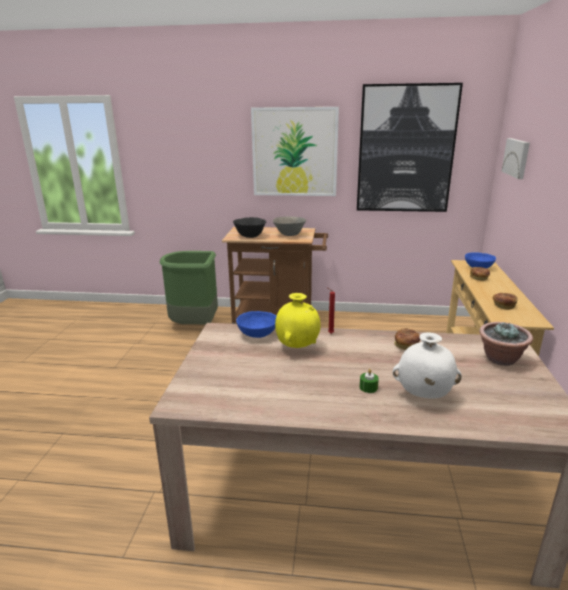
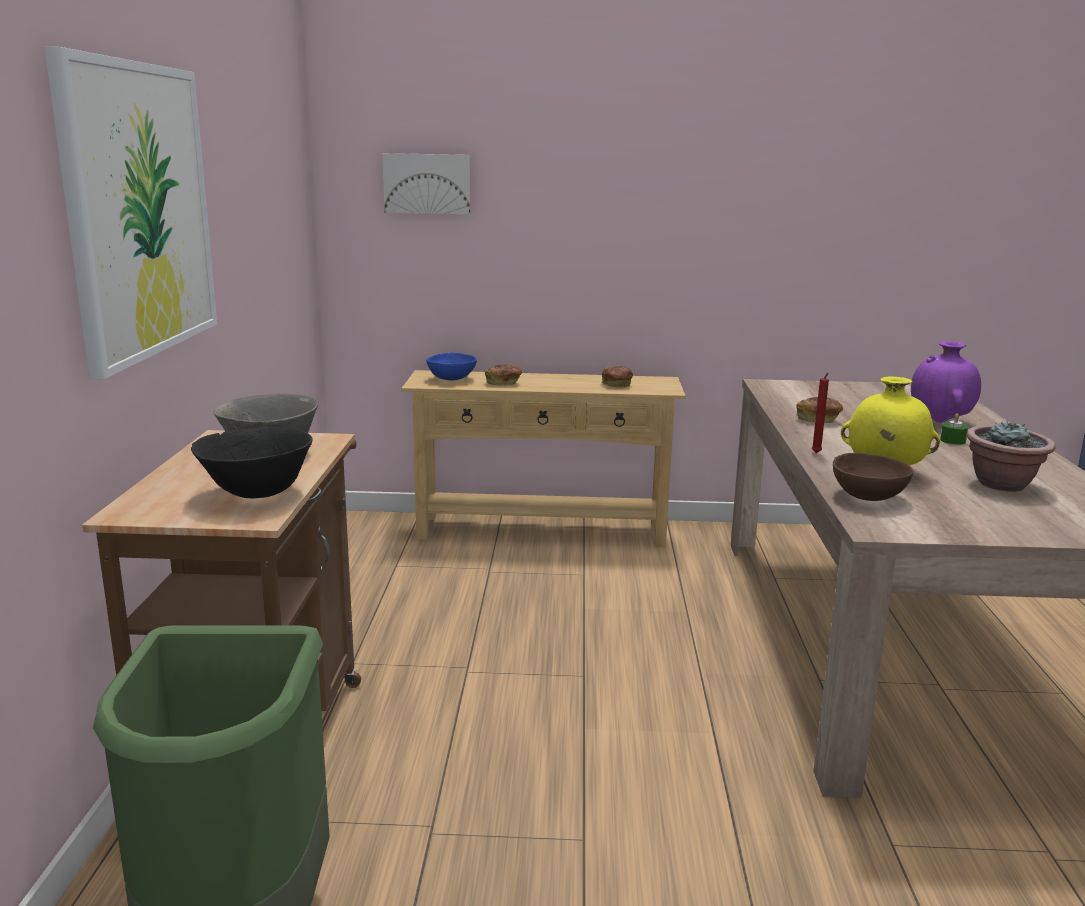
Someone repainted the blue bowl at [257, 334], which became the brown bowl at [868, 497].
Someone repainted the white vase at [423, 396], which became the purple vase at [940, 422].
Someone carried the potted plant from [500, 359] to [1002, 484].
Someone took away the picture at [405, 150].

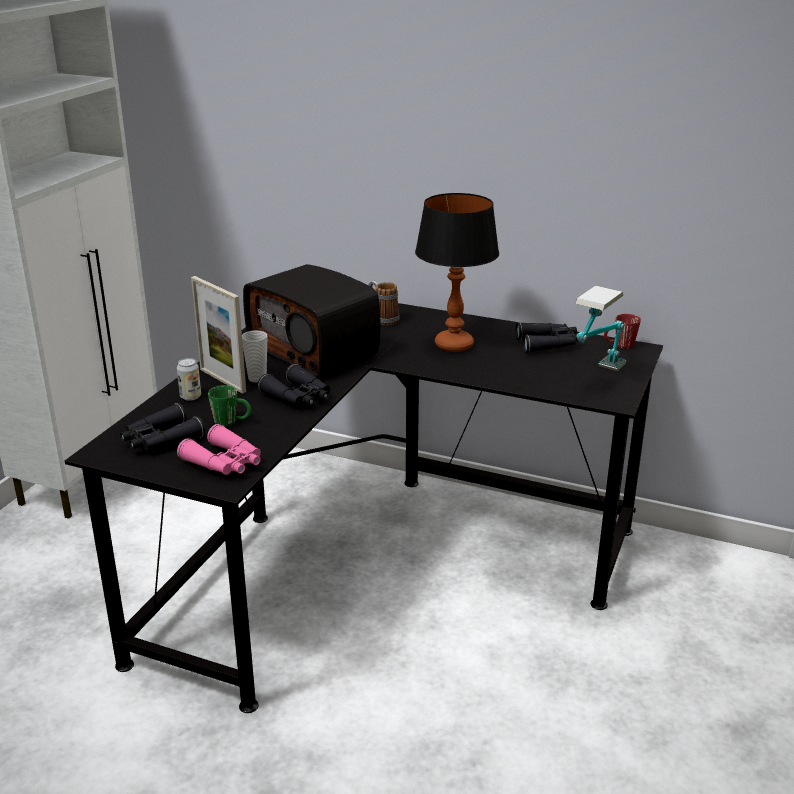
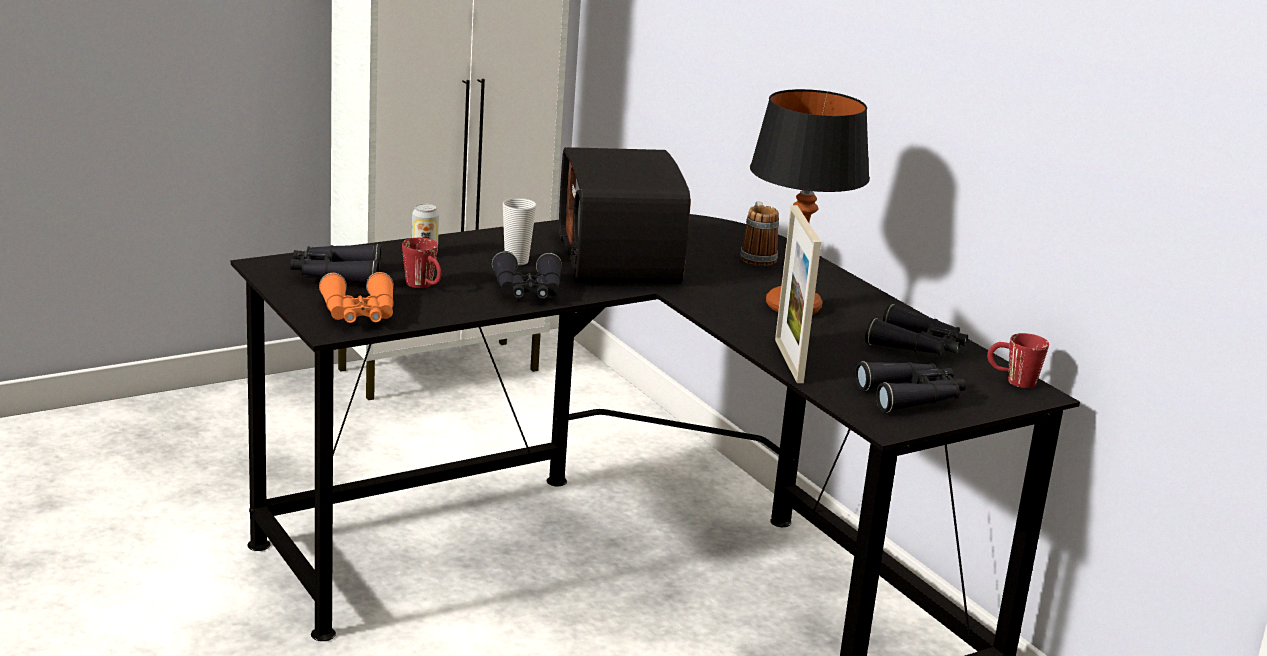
Someone repainted the pink binoculars at [225, 463], which became the orange binoculars at [359, 314].
Someone repainted the green mug at [232, 422], which became the red mug at [424, 286].
Someone carried the picture frame from [222, 380] to [788, 360].
Someone swapped the table lamp at [597, 377] for the black binoculars at [912, 397].

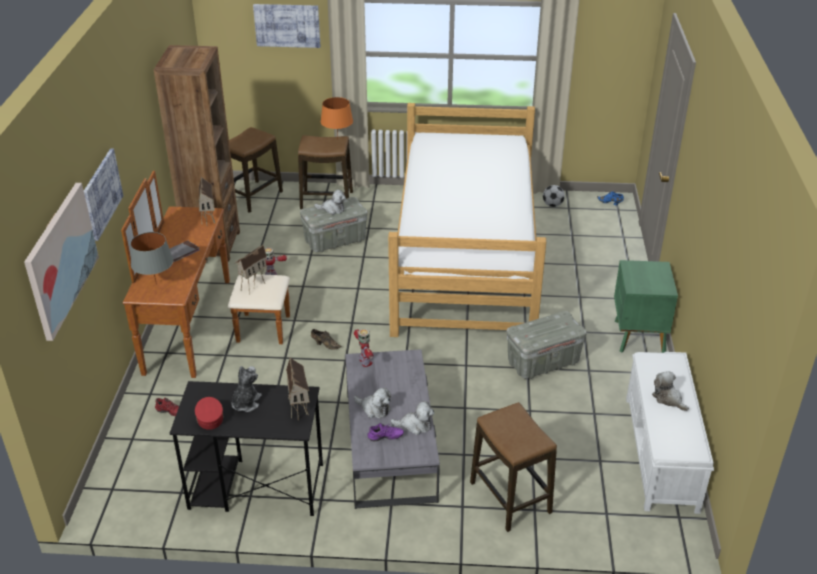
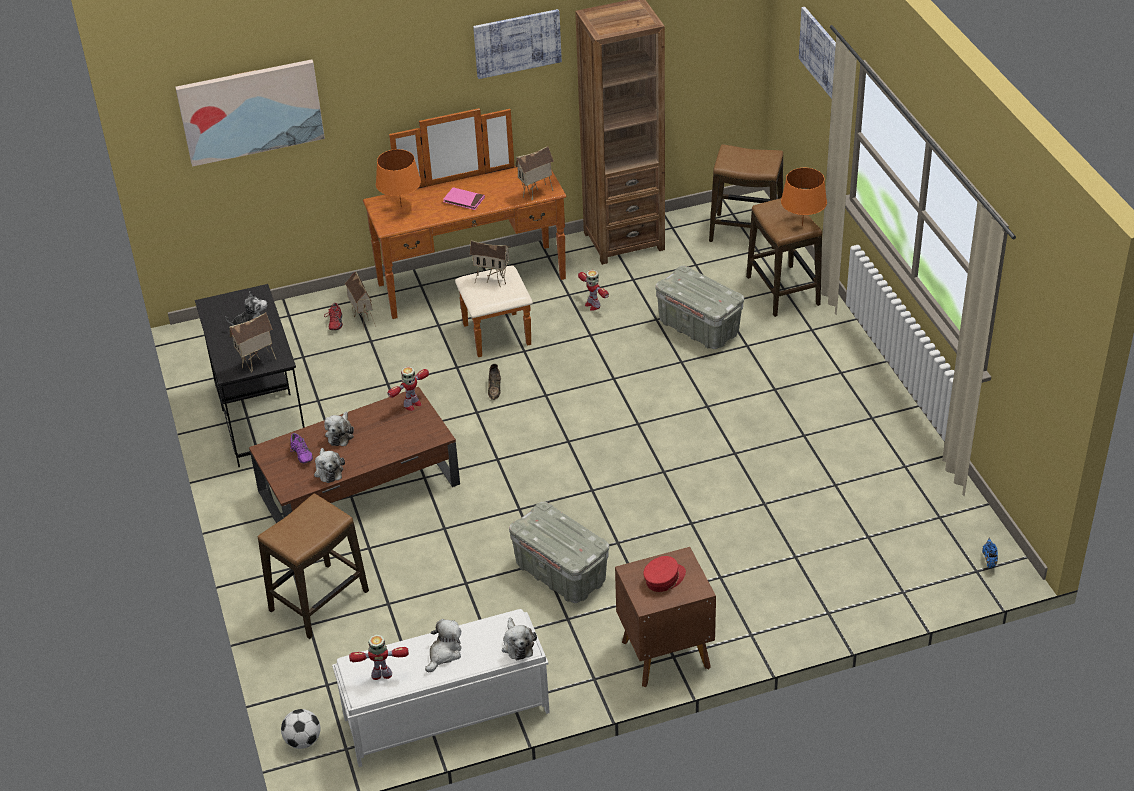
Someone repainted the grey coffee table at [390, 443], which became the brown coffee table at [360, 487].
Someone carried the football from [552, 205] to [303, 741].
Someone put down the toy house at [362, 320].
Someone put down the toy robot at [382, 674].
Someone repainted the grey table lamp at [156, 284], which became the orange table lamp at [401, 207].
Someone repainted the grey book at [181, 252], which became the pink book at [464, 200].
Someone carried the picture from [102, 193] to [517, 43].
Someone carried the plush toy from [332, 209] to [517, 645].
Someone repainted the green nightstand at [638, 337], which became the brown nightstand at [664, 653].
Someone carried the red cap from [209, 417] to [664, 579].
Someone took away the bed at [466, 260].

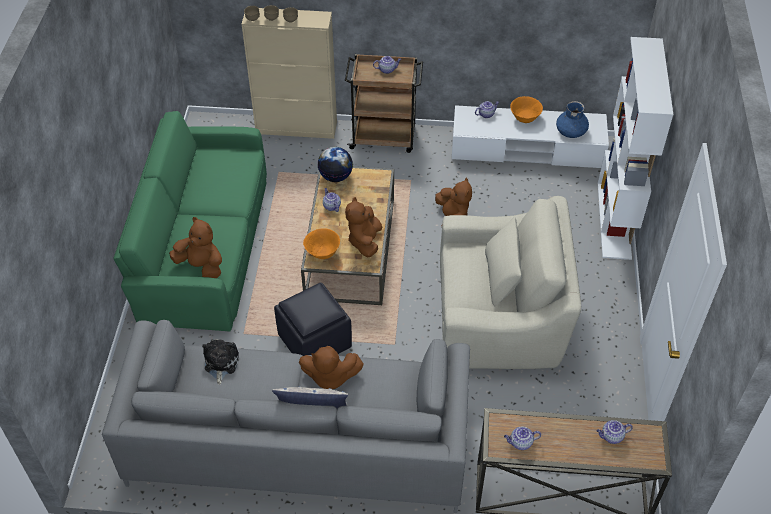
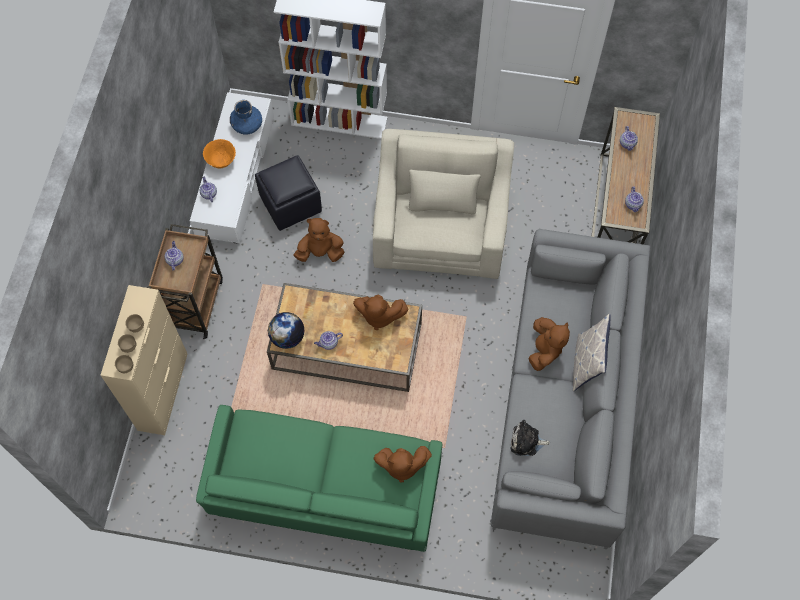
Someone carried the black ottoman from [314, 341] to [290, 204].
Someone rotated the brown plush toy at [201, 266] by 120 degrees counterclockwise.
Someone took away the orange bowl at [322, 253].

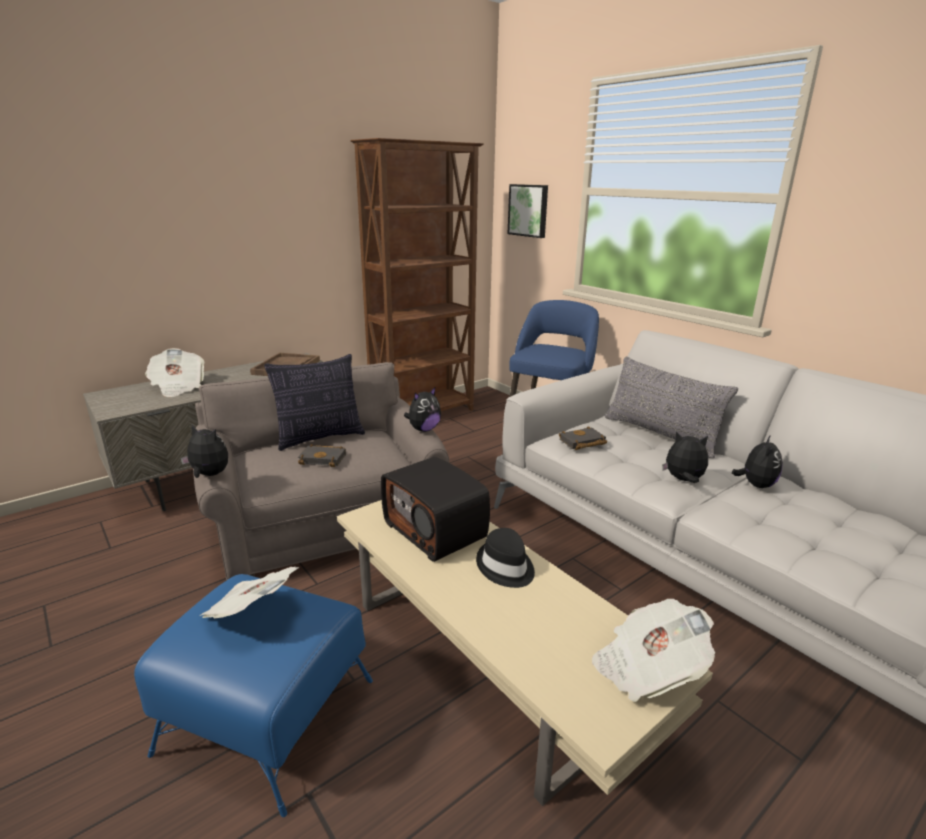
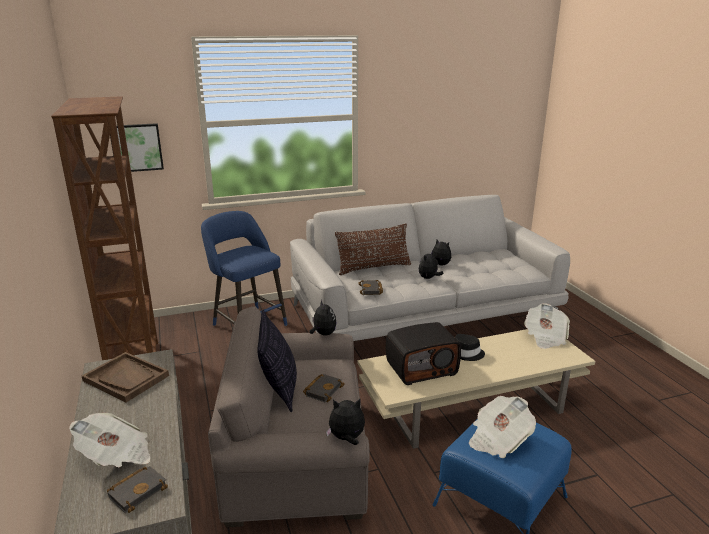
Someone put down the black book at [138, 490].
Someone rotated the plush toy at [209, 475] by 45 degrees clockwise.
Someone repainted the grey pillow at [660, 434], which became the brown pillow at [373, 268].

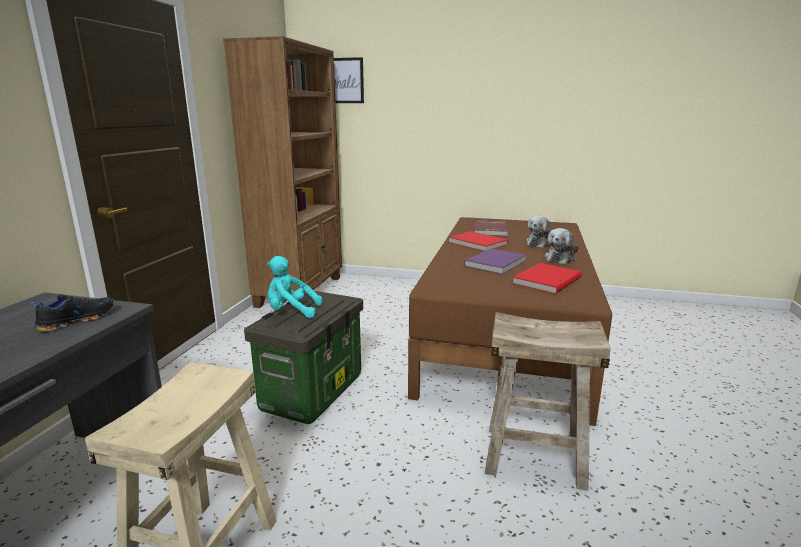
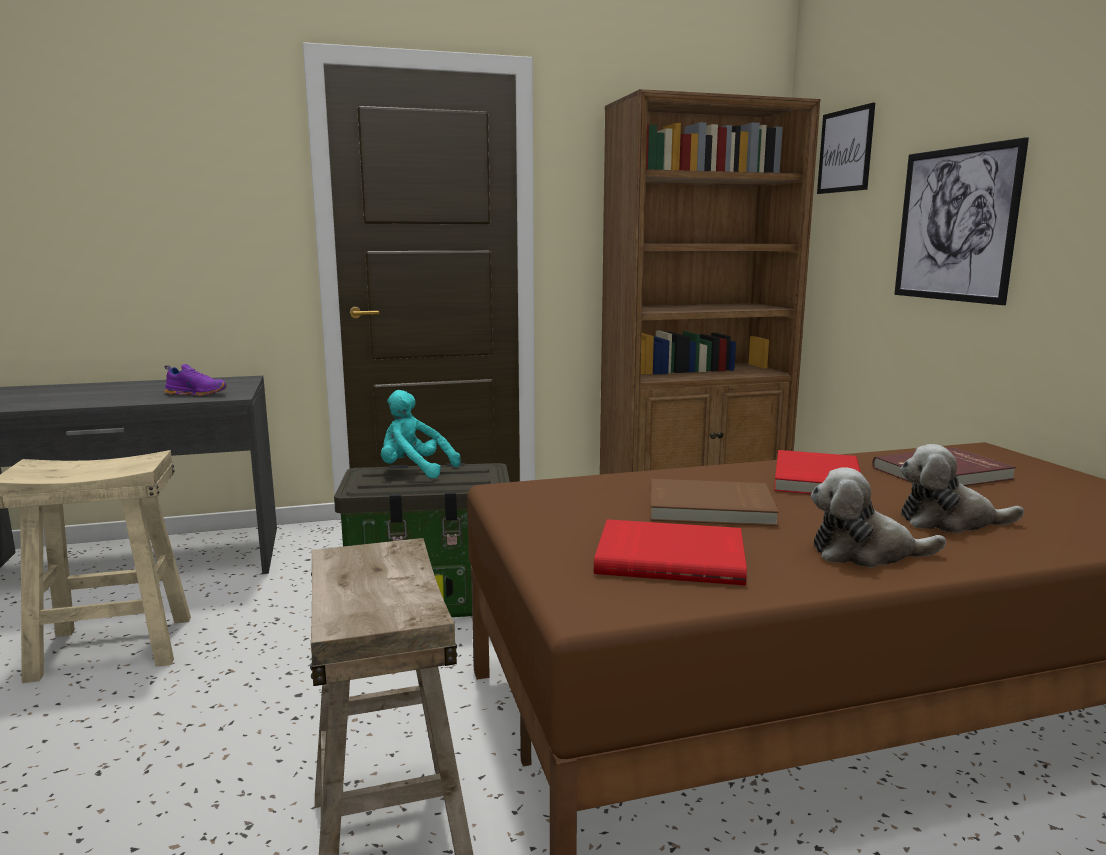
Someone repainted the black shoe at [76, 320], which became the purple shoe at [197, 394].
Someone rotated the turquoise plush toy at [291, 312] by 45 degrees counterclockwise.
Someone repainted the purple book at [496, 263], which became the brown book at [710, 508].
Someone put up the picture at [955, 224].

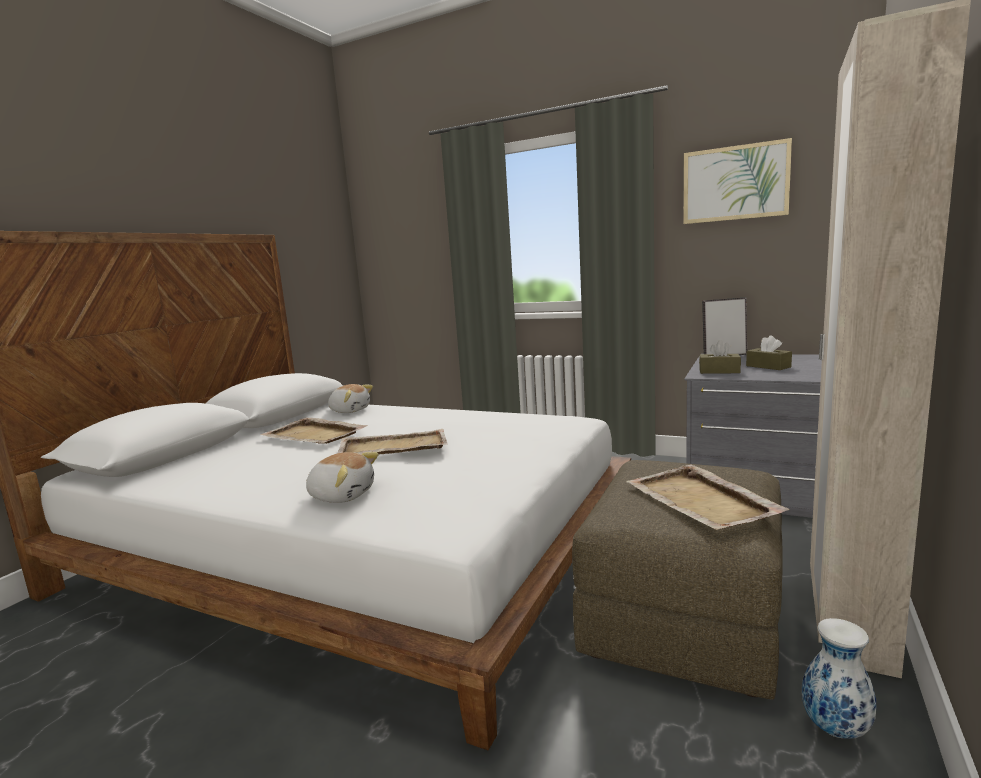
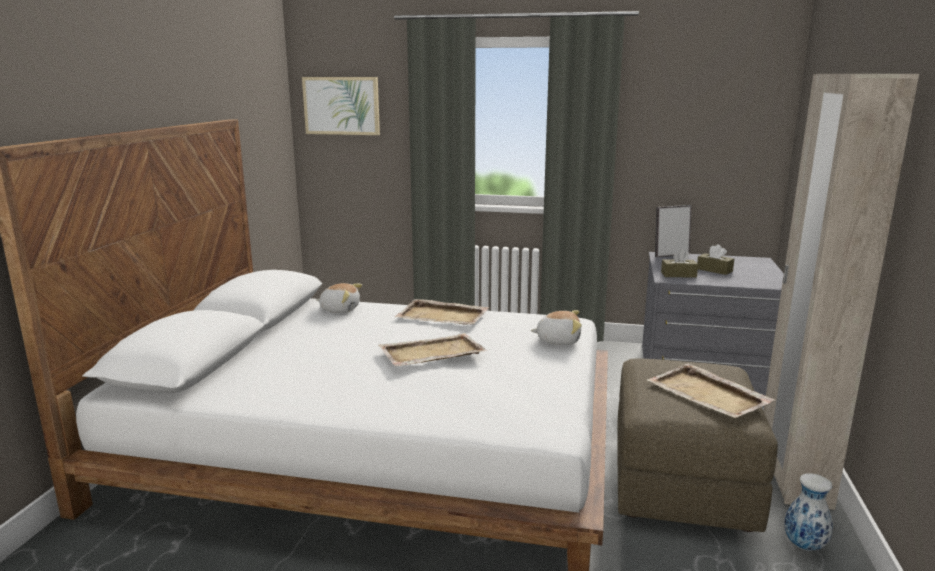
Someone carried the picture from [735, 183] to [341, 106].
Someone carried the beige tray from [315, 435] to [443, 316].
Someone carried the plush toy from [342, 495] to [558, 340].

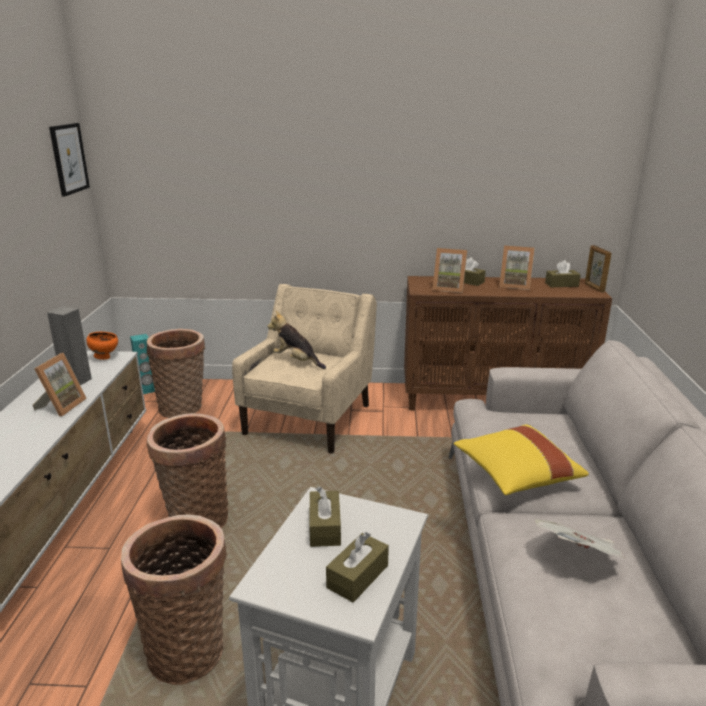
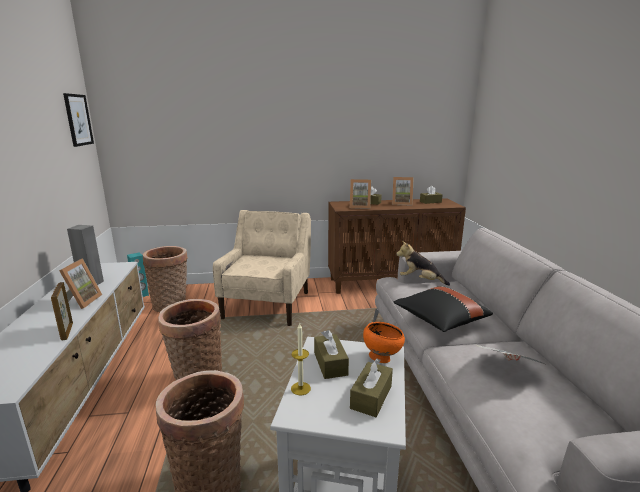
Someone carried the picture frame from [594, 288] to [67, 331].
Someone put down the candle at [300, 388].
Someone carried the orange bowl from [104, 357] to [381, 358].
Someone repainted the yellow pillow at [516, 474], which became the black pillow at [440, 320].
Someone carried the plush toy from [296, 361] to [420, 281].

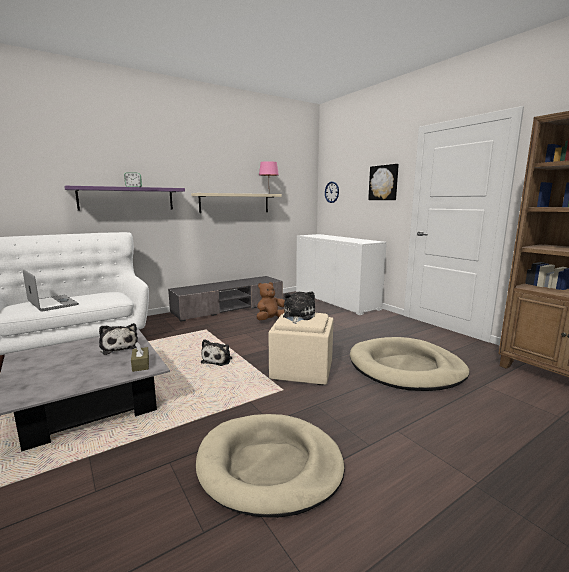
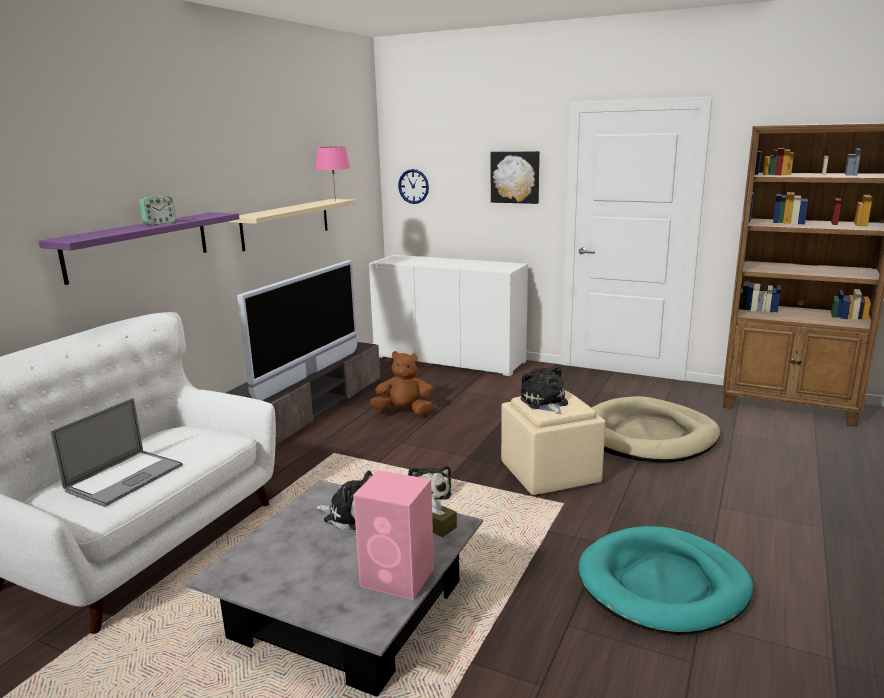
Someone rotated the laptop at [52, 303] by 105 degrees clockwise.
Someone put down the television at [309, 374].
Someone put down the pink speaker at [399, 577].
Someone rotated the brown plush toy at [270, 320] by 75 degrees clockwise.
Someone repainted the beige dog bed at [269, 466], which became the turquoise dog bed at [663, 584].

